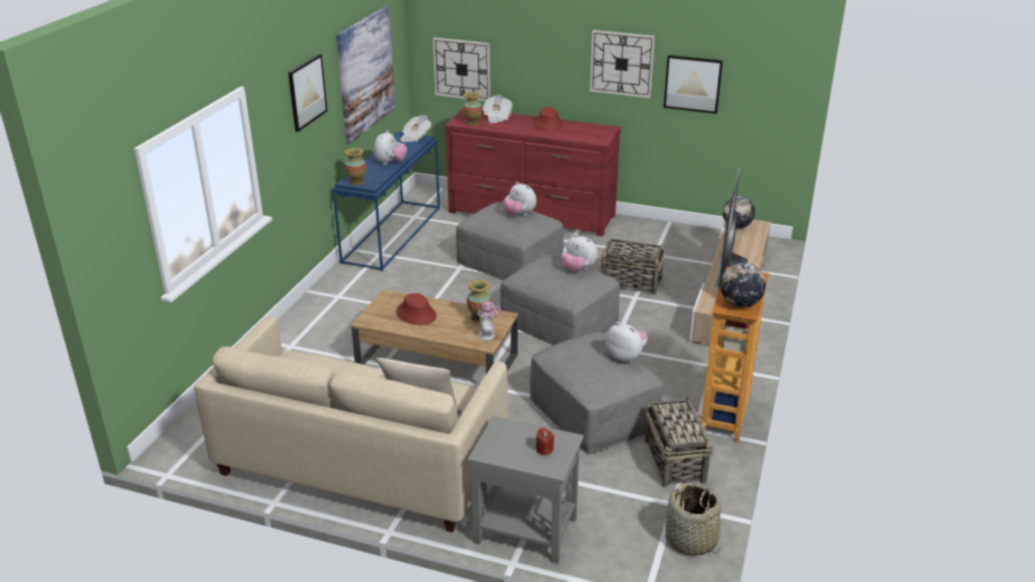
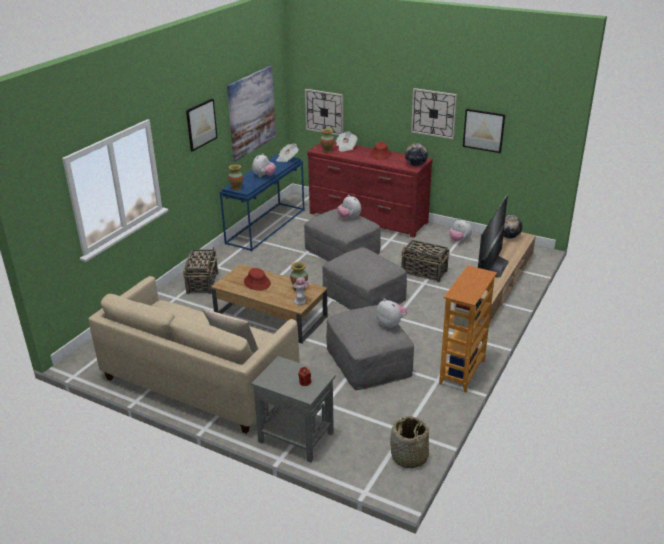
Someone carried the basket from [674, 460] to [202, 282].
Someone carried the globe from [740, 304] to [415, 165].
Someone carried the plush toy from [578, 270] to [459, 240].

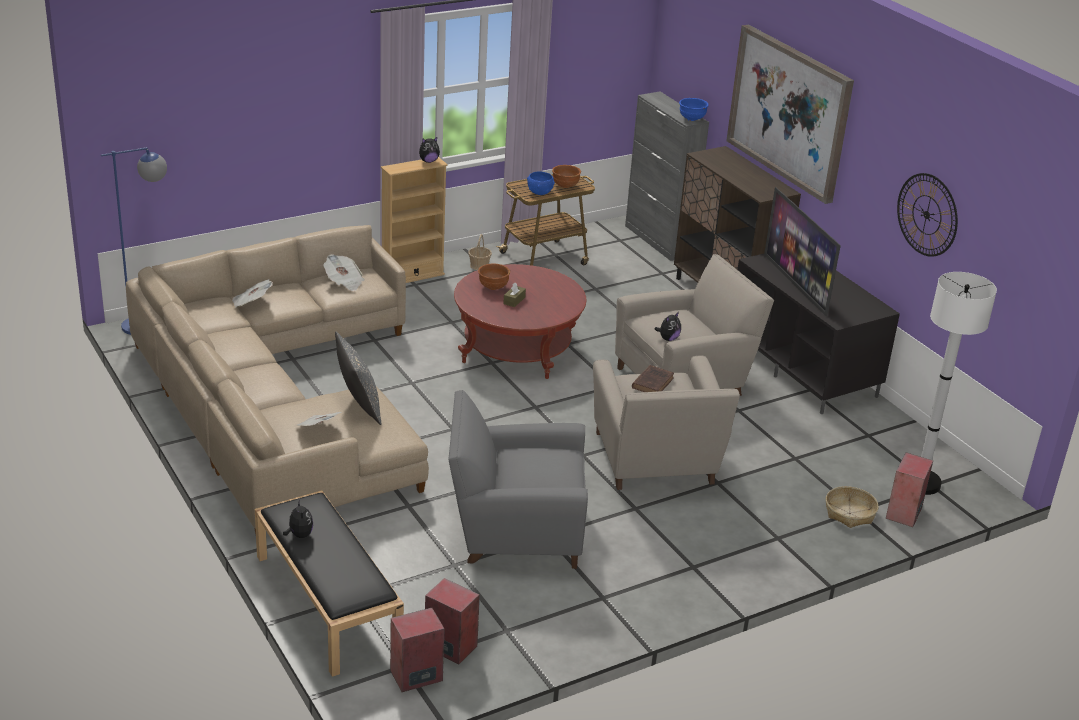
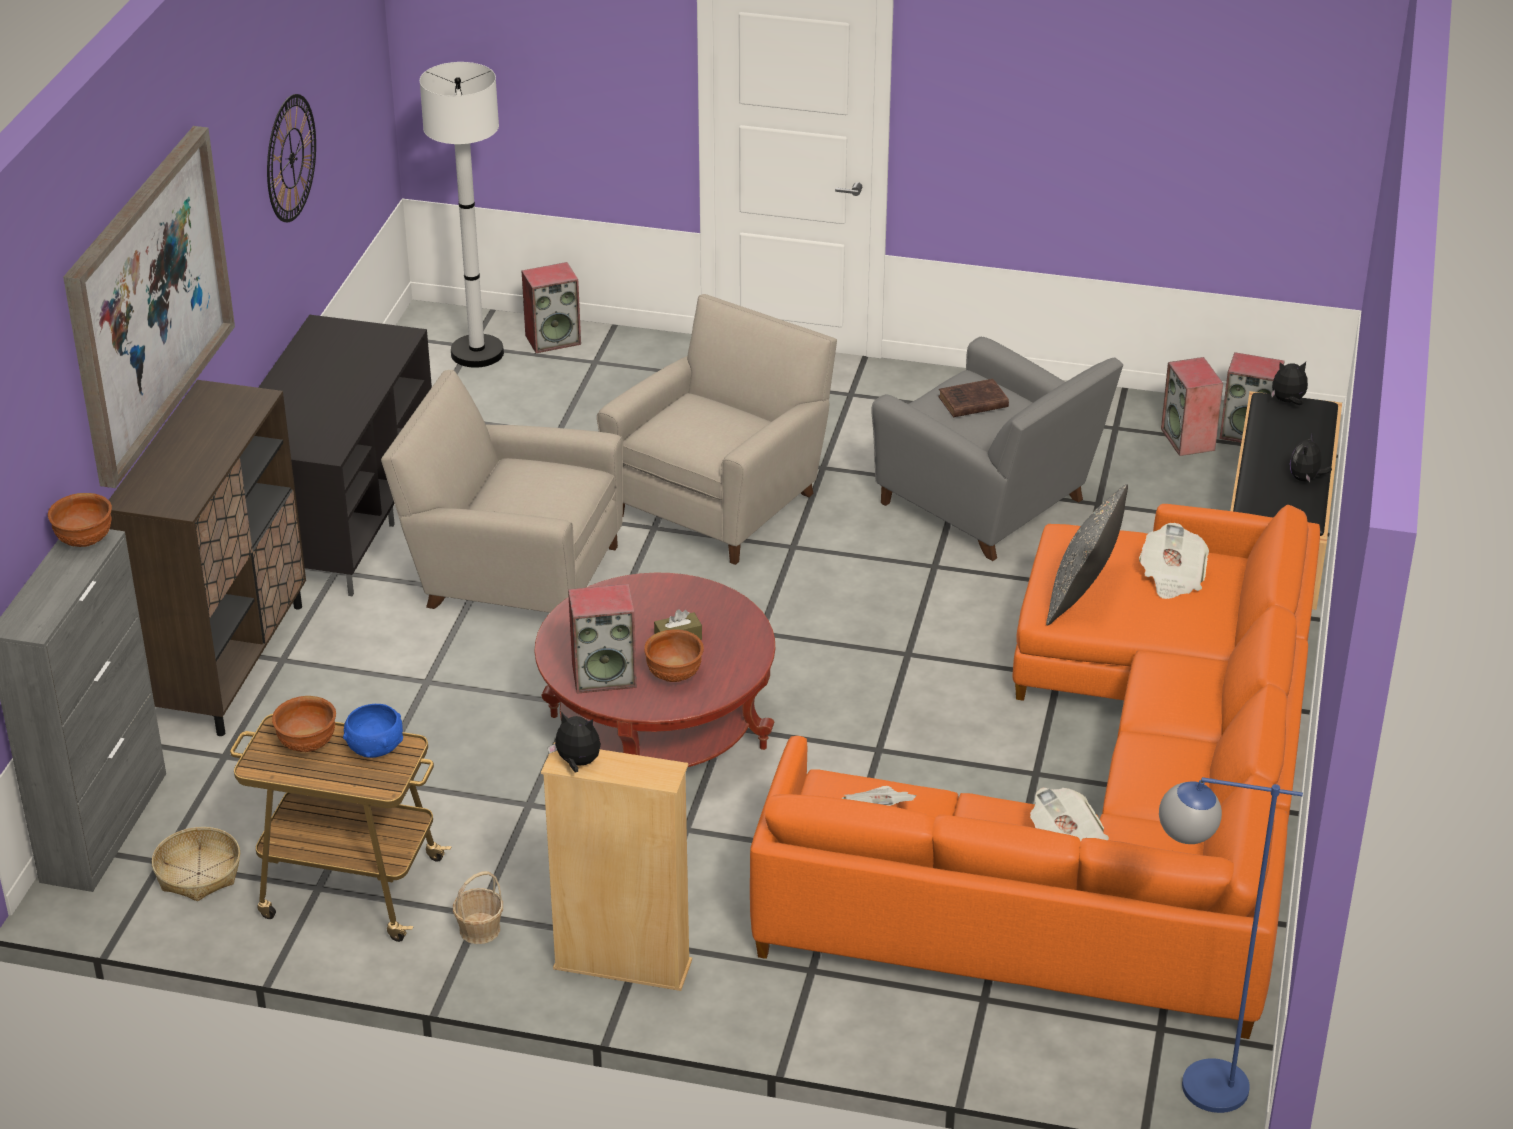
Someone repainted the blue bowl at [691, 119], which became the brown bowl at [84, 541].
Someone carried the basket from [849, 513] to [198, 874].
Someone put down the speaker at [605, 675].
Someone repainted the beige sofa at [276, 401], which became the orange sofa at [1106, 812].
Someone carried the brown book from [653, 382] to [971, 402].
Someone carried the plush toy from [668, 339] to [1288, 402].
Someone took away the television at [796, 285].

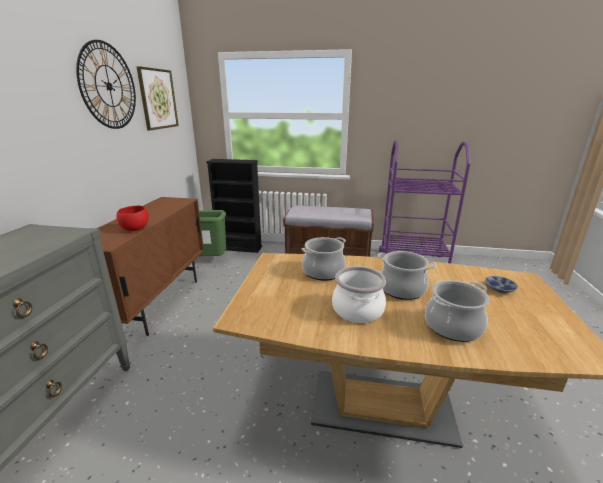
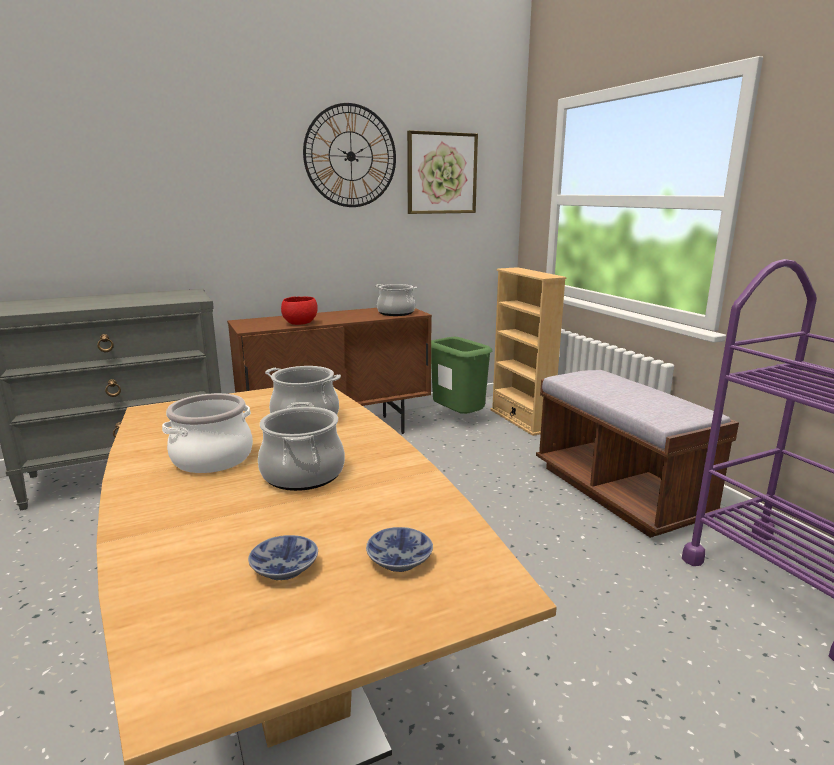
Someone put down the bowl at [287, 568].
Someone carried the cooking pot from [453, 327] to [396, 313].
Someone repainted the black bookcase at [239, 248], which became the beige bookcase at [521, 420].

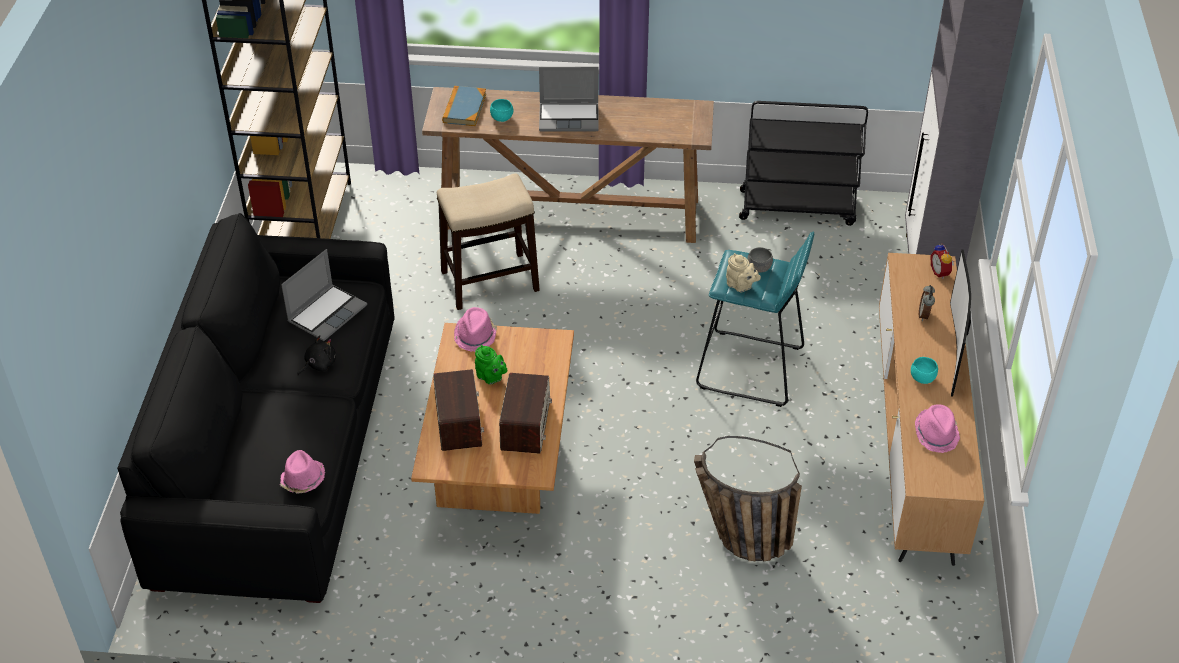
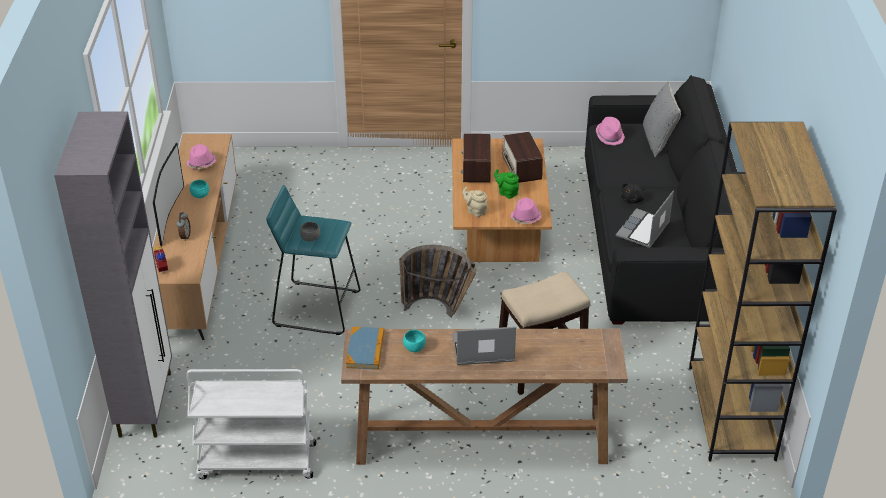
Someone repainted the black cart at [798, 207], which became the white cart at [256, 462].
Someone carried the book from [464, 108] to [365, 350].
Someone carried the basket from [737, 539] to [440, 310].
Someone carried the turquoise bowl from [502, 118] to [414, 348].
Someone carried the beige teapot from [741, 286] to [475, 211].
Someone put down the grey pillow at [658, 141].

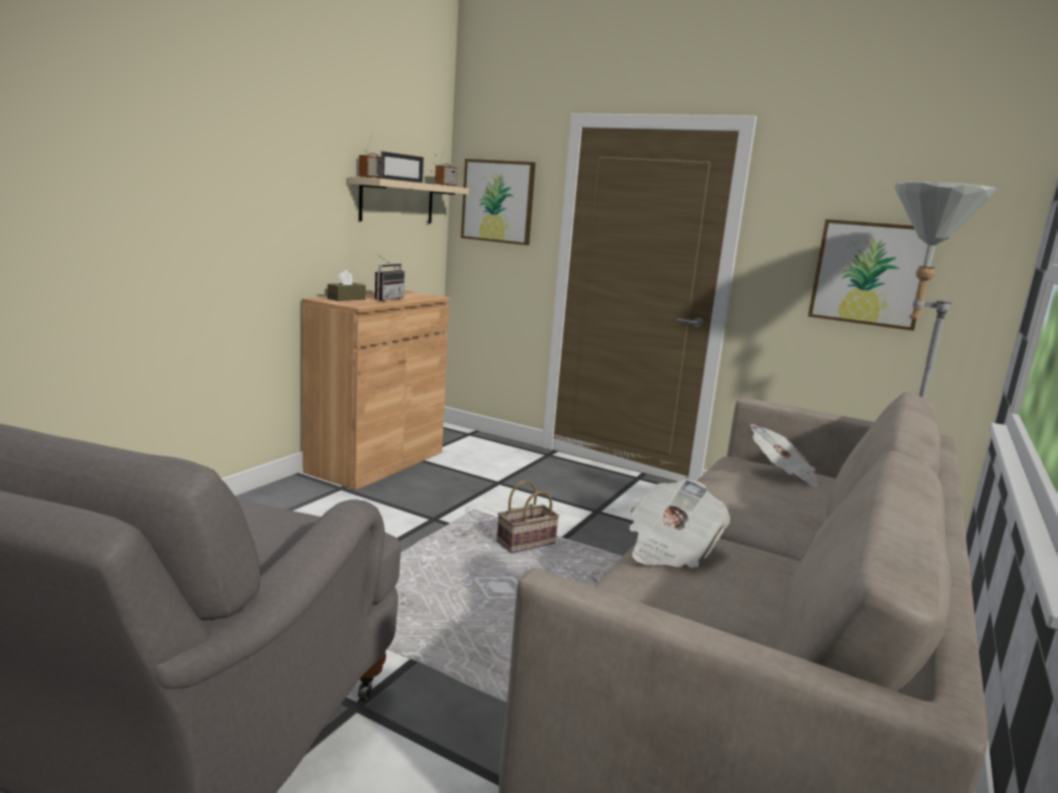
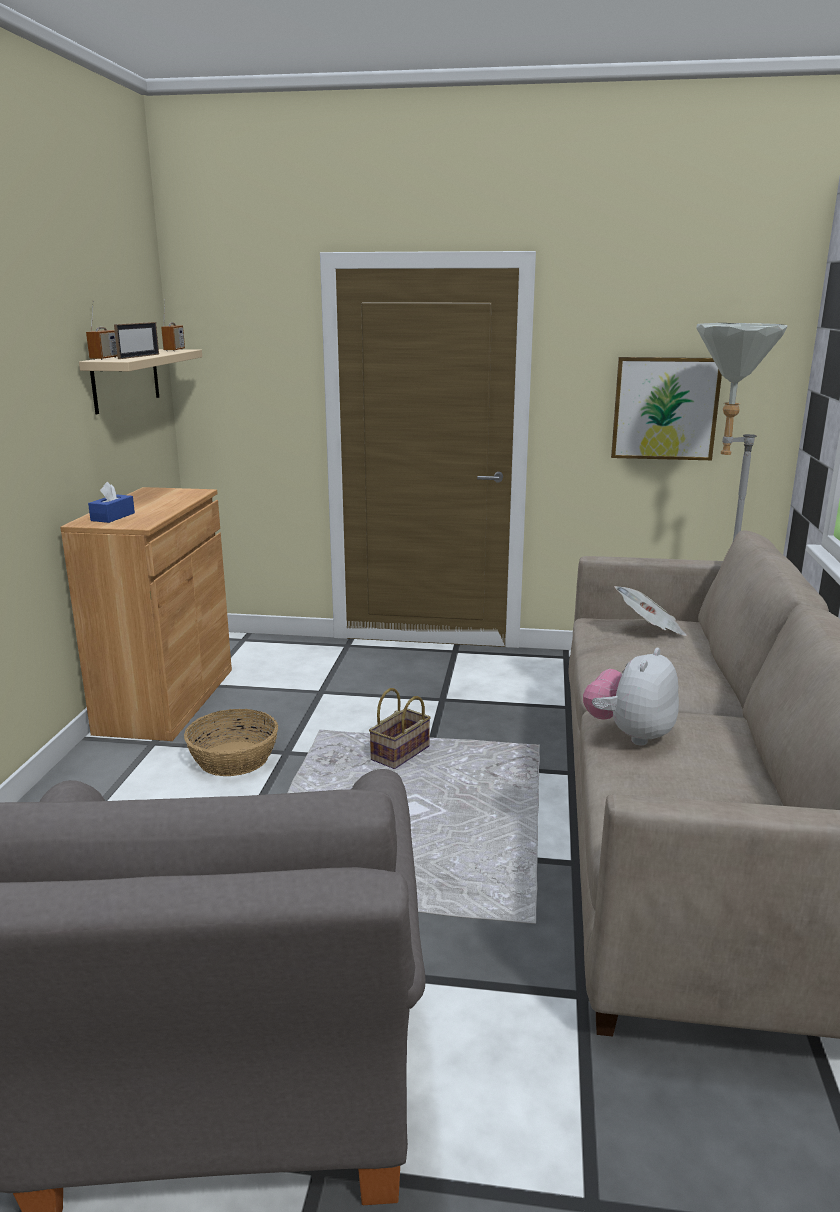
Someone repainted the brown tissue box at [346, 299], which became the blue tissue box at [113, 517].
Someone put down the basket at [233, 758].
Someone swapped the newspaper at [670, 548] for the plush toy at [630, 734].
Someone took away the radio at [386, 299].
Someone took away the picture at [498, 201].

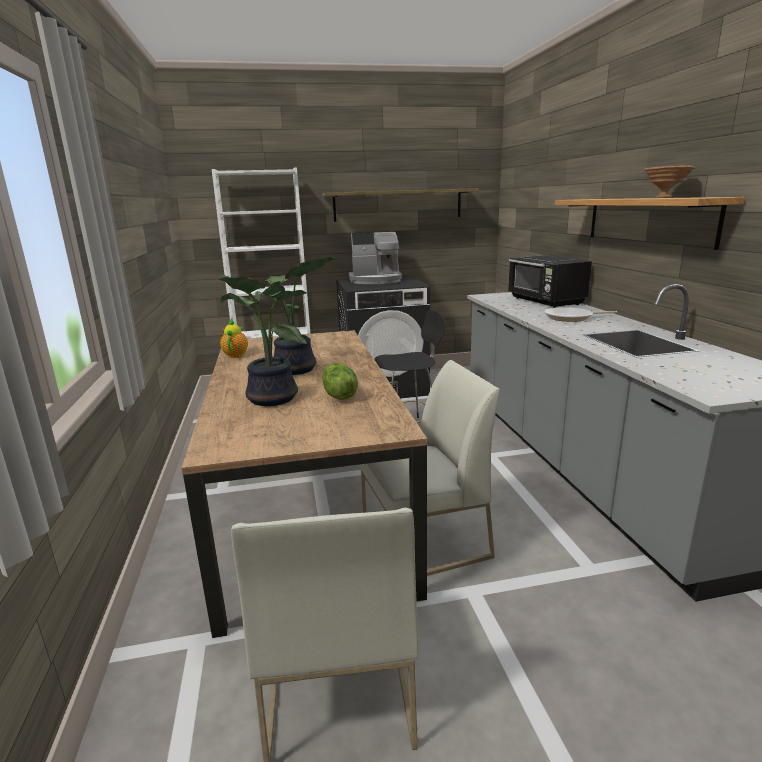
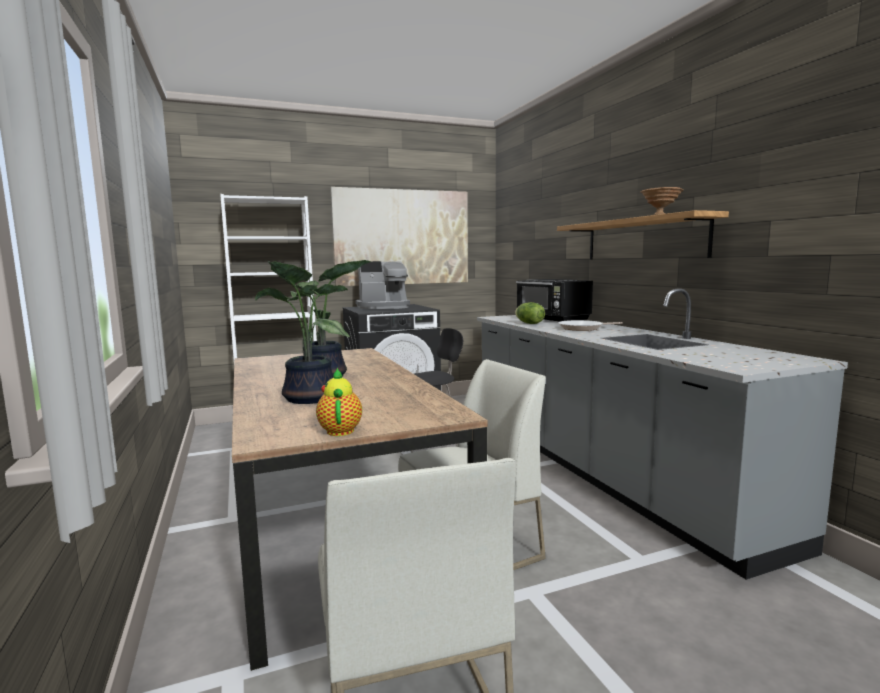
Someone carried the teapot from [236, 355] to [340, 430].
Someone swapped the shelf at [398, 205] for the picture at [402, 237].
Someone carried the lettuce from [339, 396] to [529, 323].

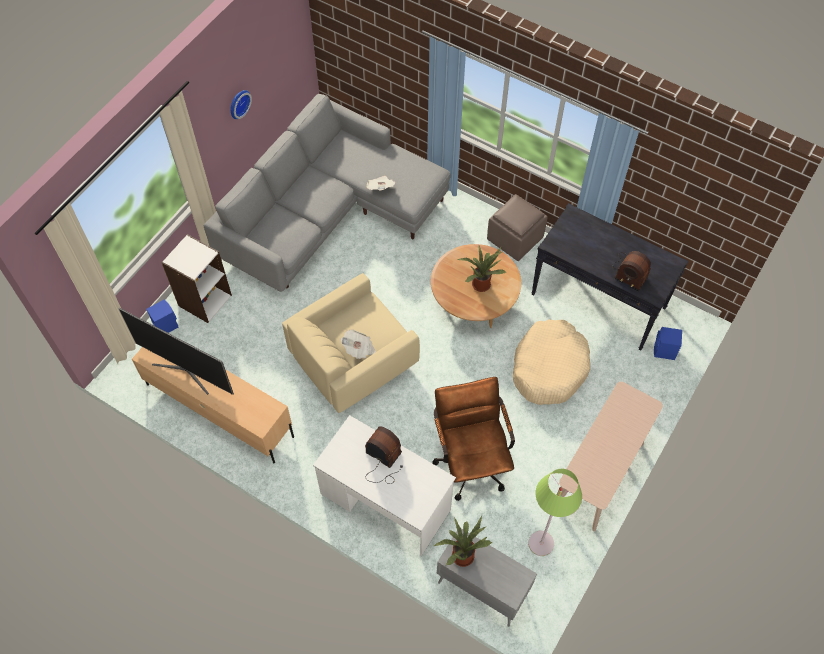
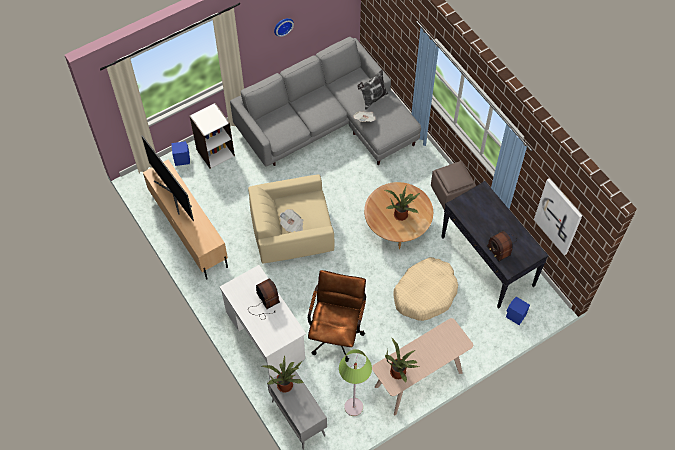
Someone put down the pillow at [372, 99].
Someone put down the potted plant at [399, 371].
Someone put up the picture at [558, 216].

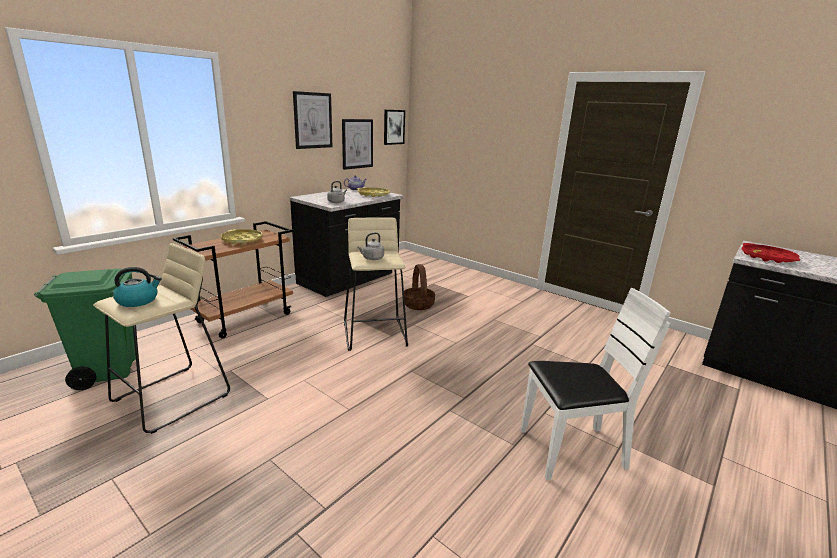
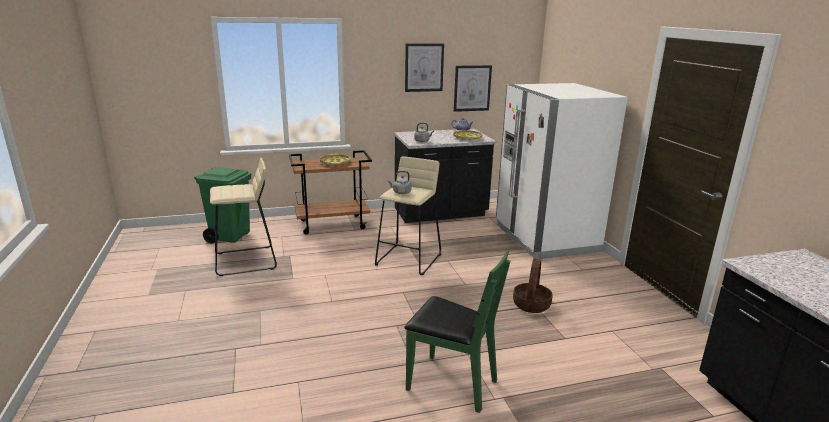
Someone repainted the white chair at [571, 450], which became the green chair at [451, 383].
Someone put down the white fridge at [545, 238].
Someone carried the basket from [418, 304] to [531, 304].
Someone took away the kettle at [138, 300].
Someone took away the picture at [393, 127].
Someone took away the red tray at [767, 257].

